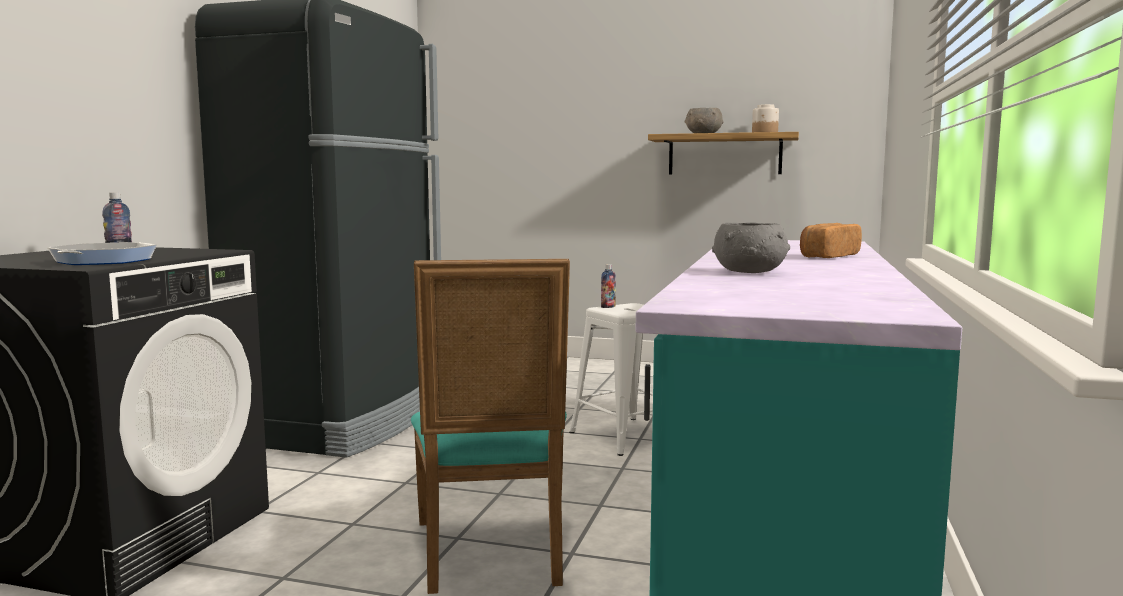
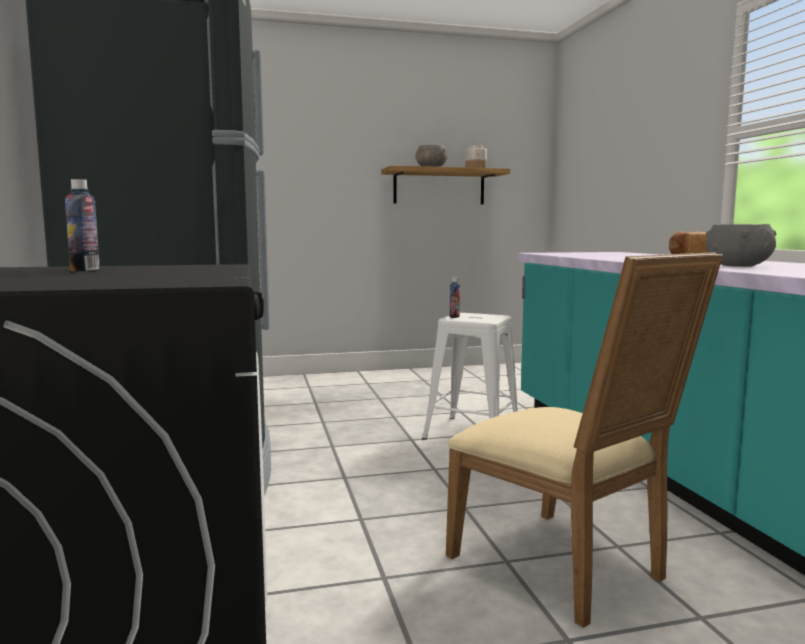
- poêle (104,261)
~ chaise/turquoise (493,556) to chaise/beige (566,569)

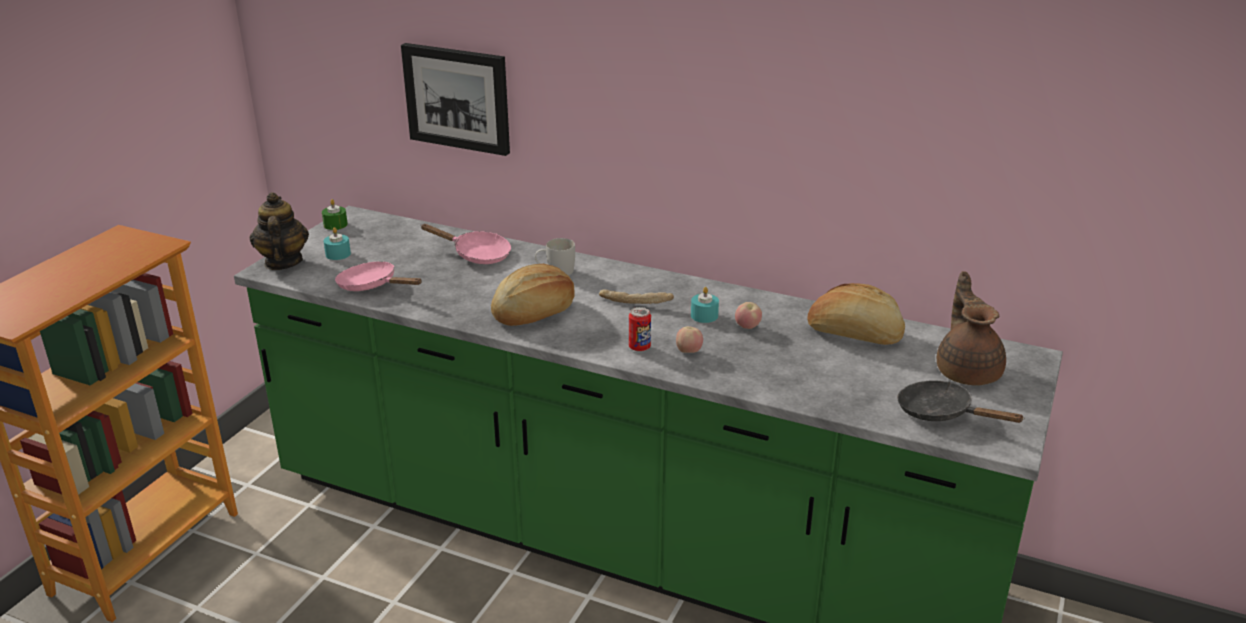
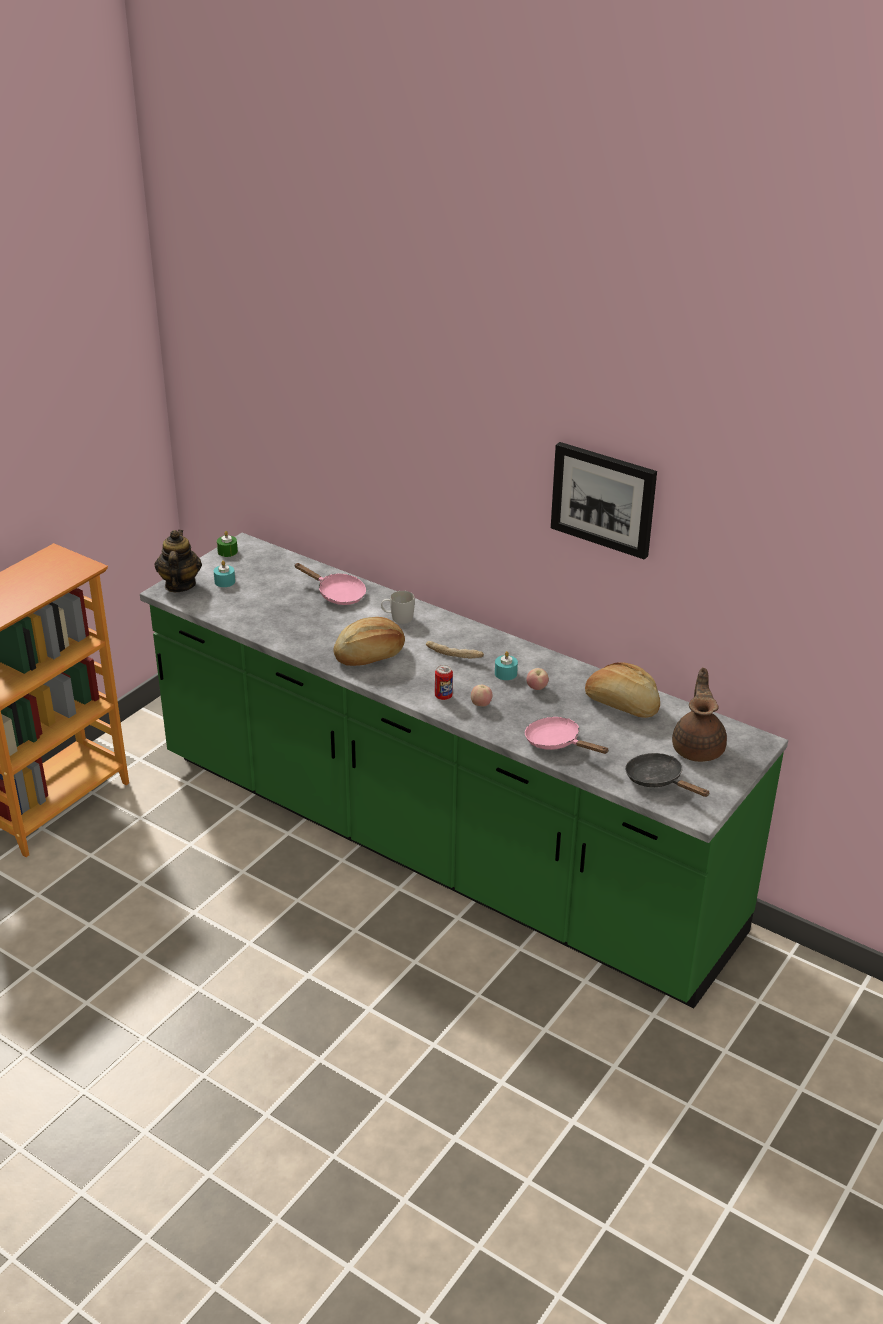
~ poêle/rose (372,286) to (557,743)
~ tableau (457,98) to (604,499)

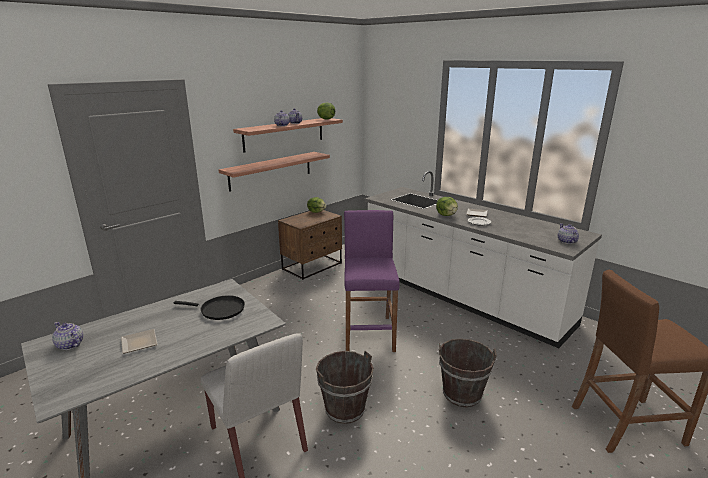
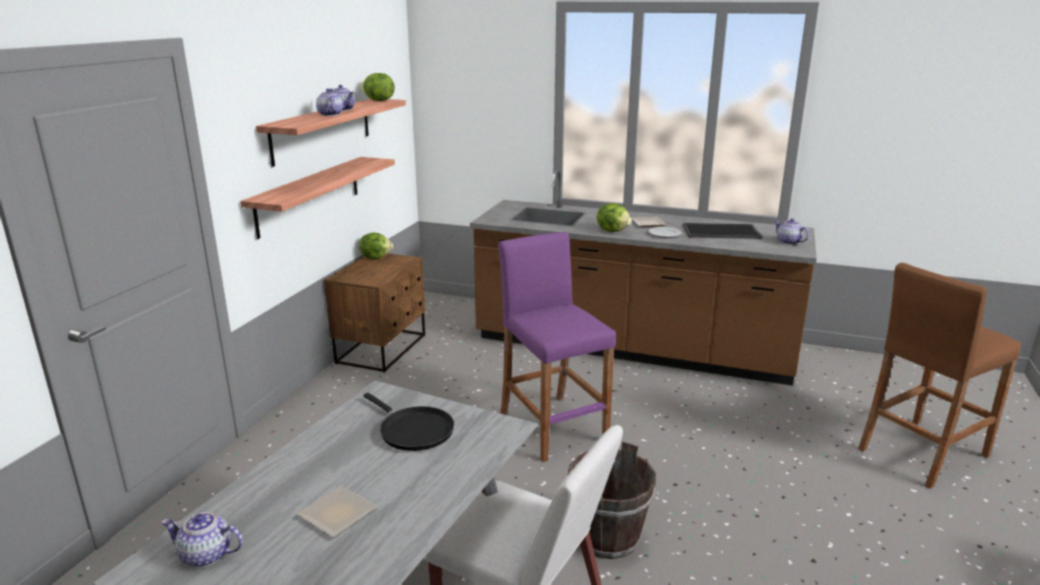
- seau/marron (462,394)
+ plateau (720,232)
~ comptoir de cuisine/blanc (461,297) to comptoir de cuisine/marron (632,348)
~ poêle/noir (219,310) = (413,430) 60 degrees clockwise

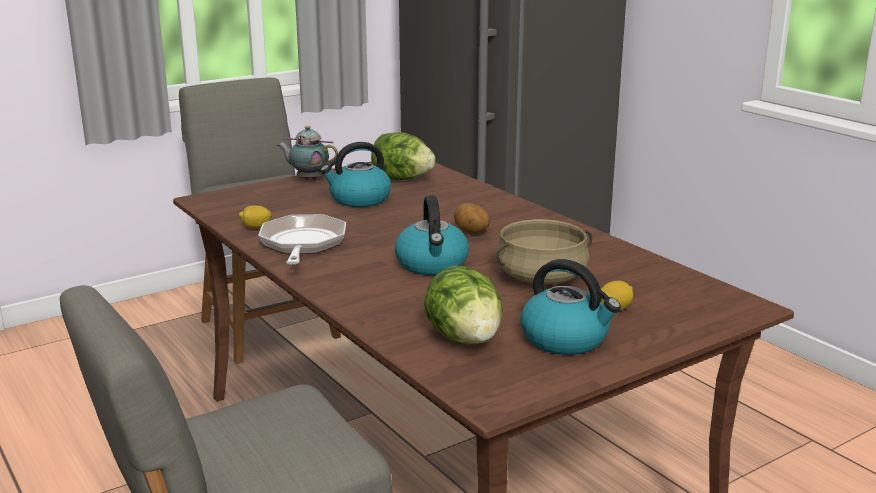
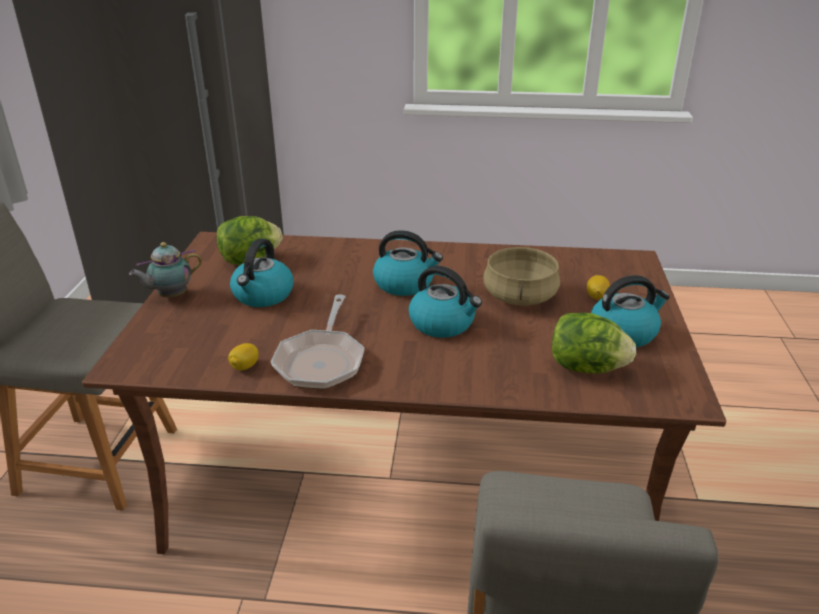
~ pomme de terre (470,232) to bouilloire (405,284)
~ poêle (302,245) = (321,360) 120 degrees counterclockwise

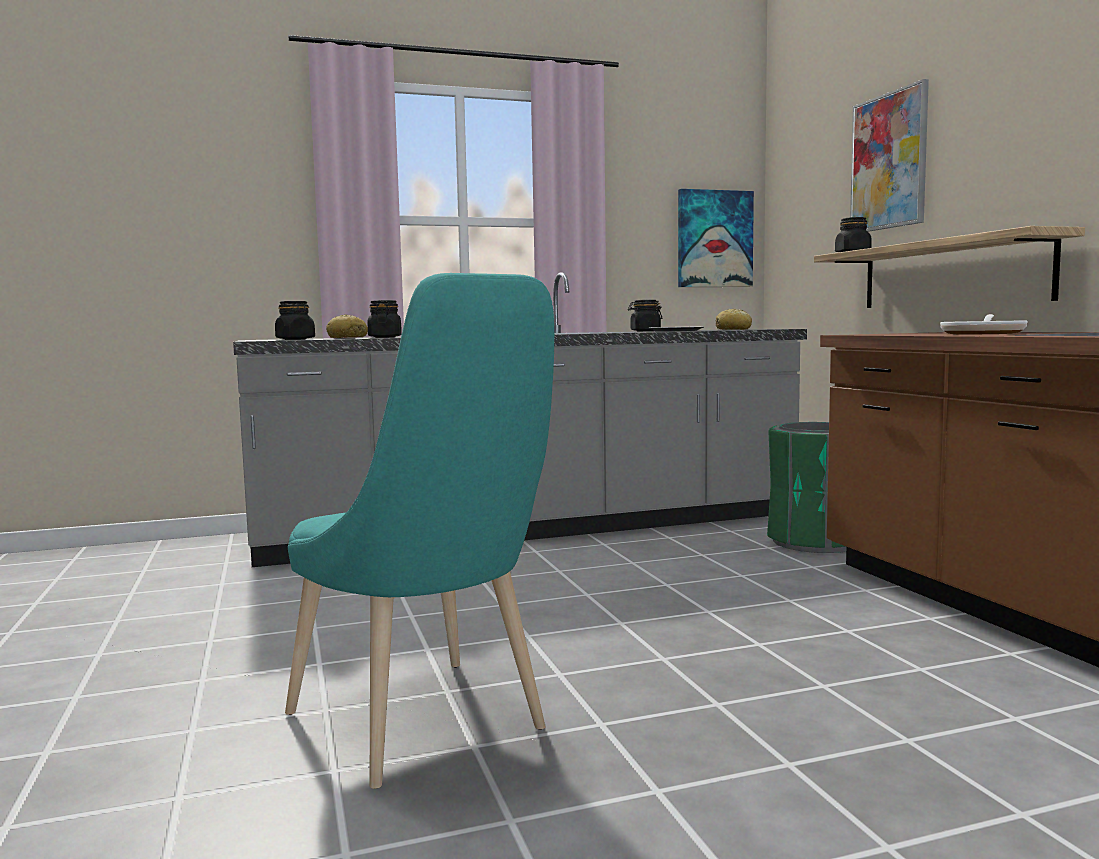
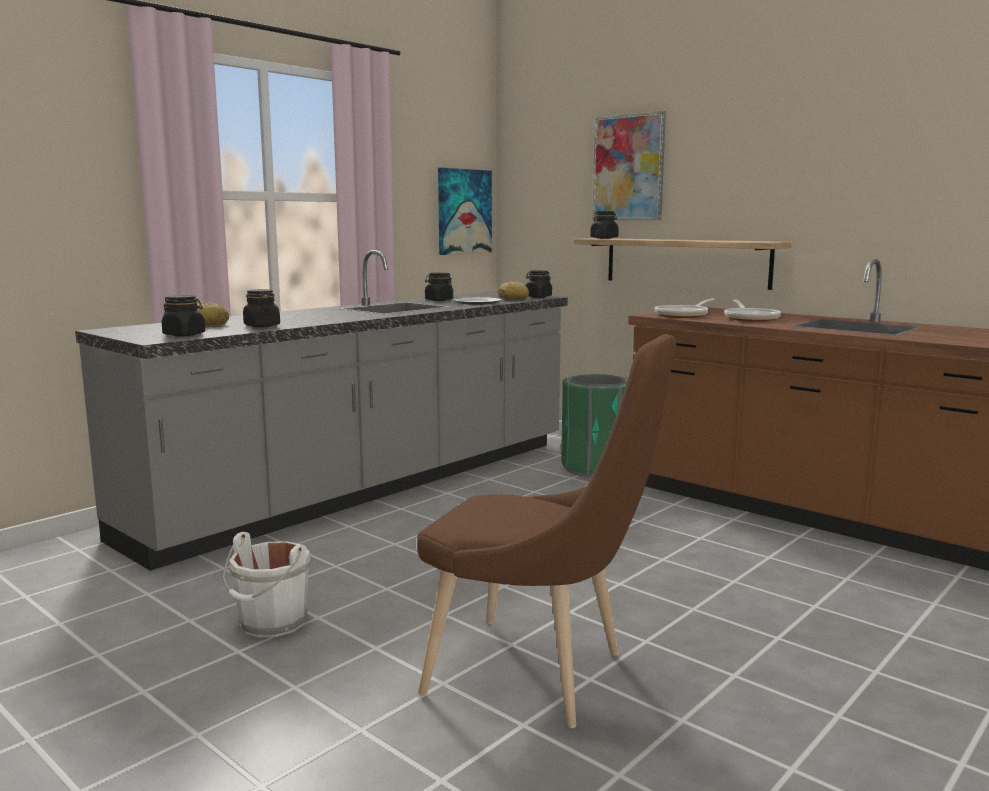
+ seau/blanc (271,624)
+ bocal/noir (538,297)
+ poêle (684,315)
~ chaise/turquoise (425,727) to chaise/marron (538,675)

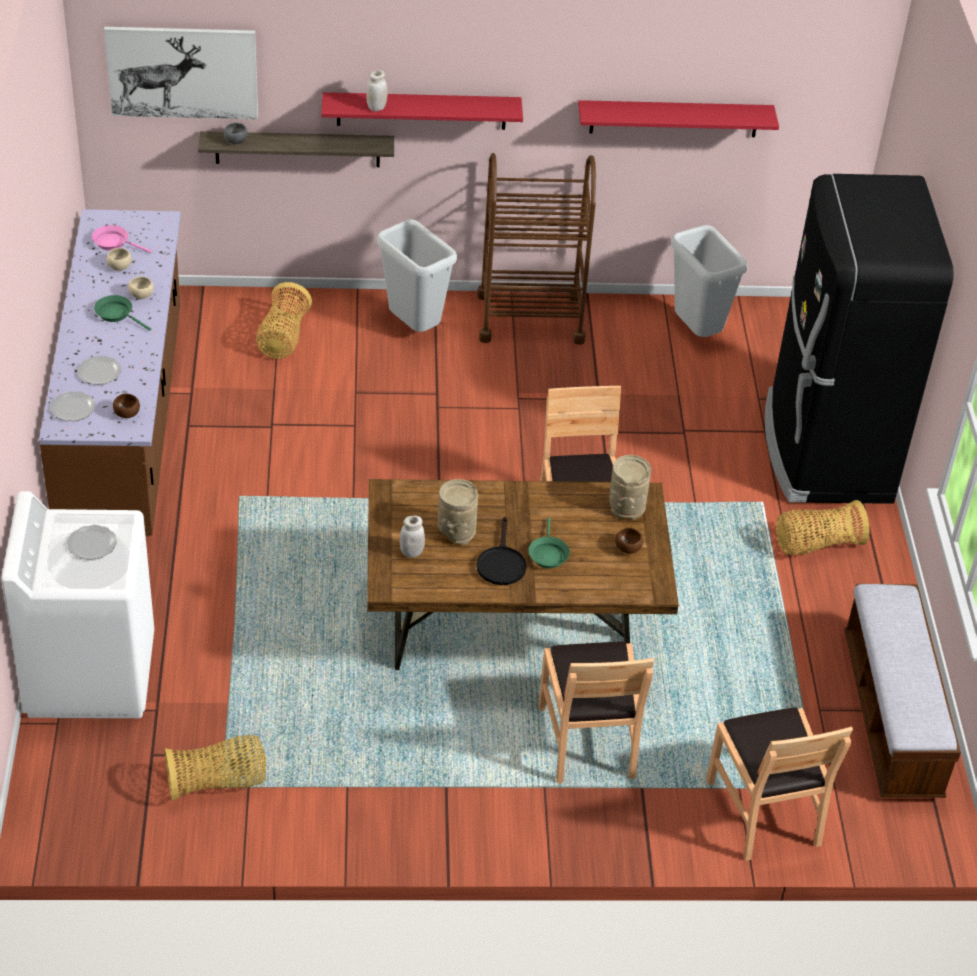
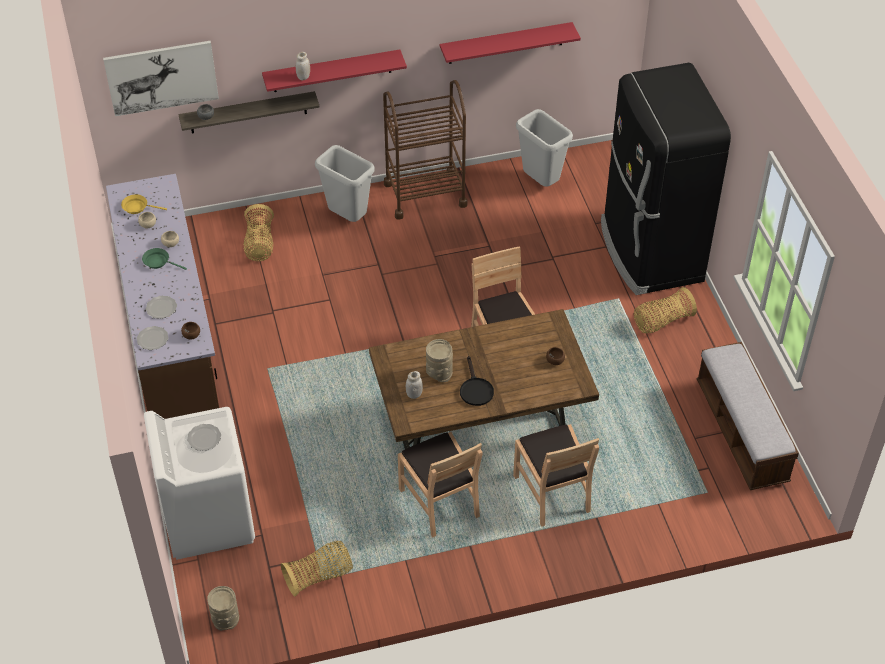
- poêle/vert (548,554)
~ vase/beige (626,506) to (225,618)
~ chaise/marron (764,811) to (440,502)
~ poêle/rose (114,243) to poêle/jaune (137,207)

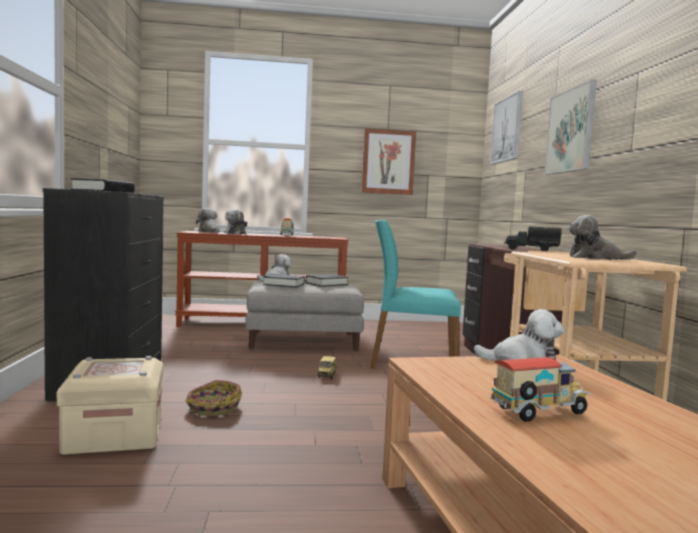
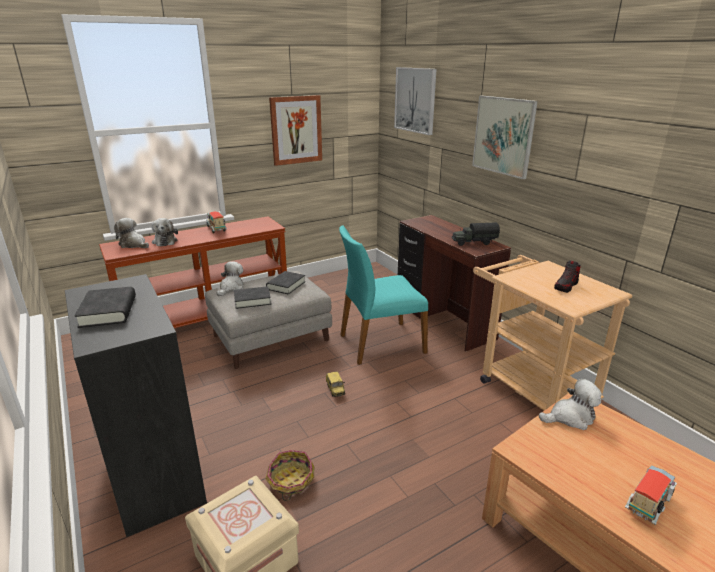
~ peluche (595,258) to chaussure (566,286)

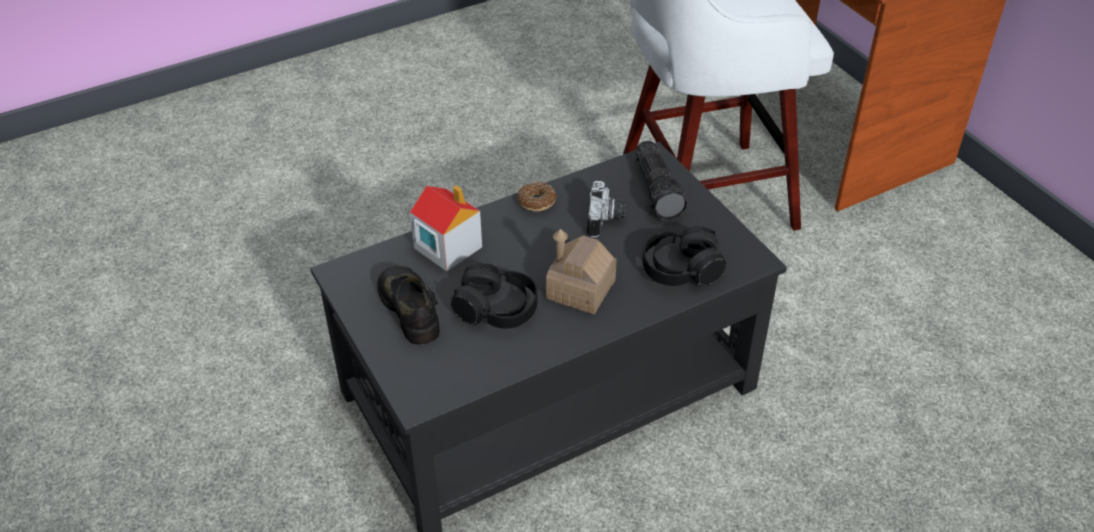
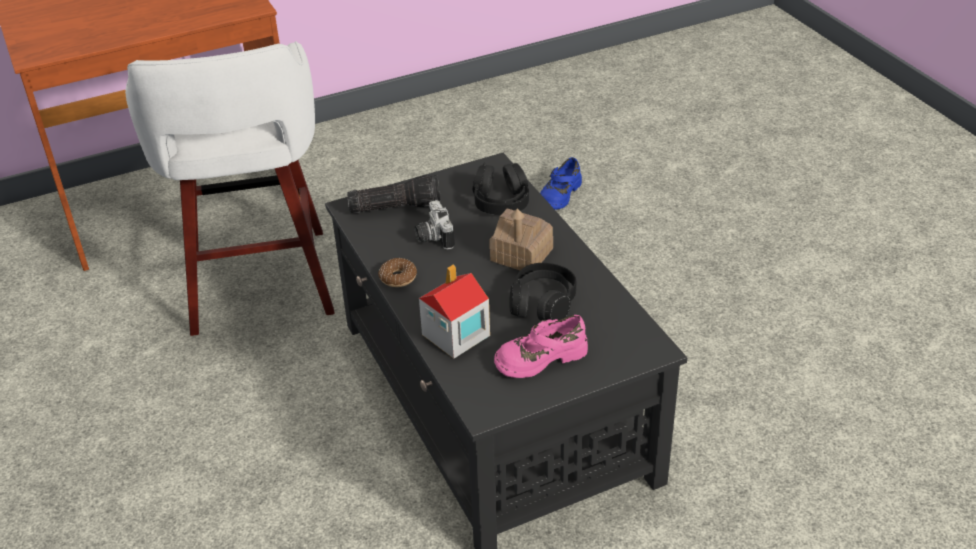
+ chaussure/bleu (559,194)
~ chaussure/noir (411,309) to chaussure/rose (540,357)
~ appareil photo (606,220) = (432,237) 120 degrees counterclockwise

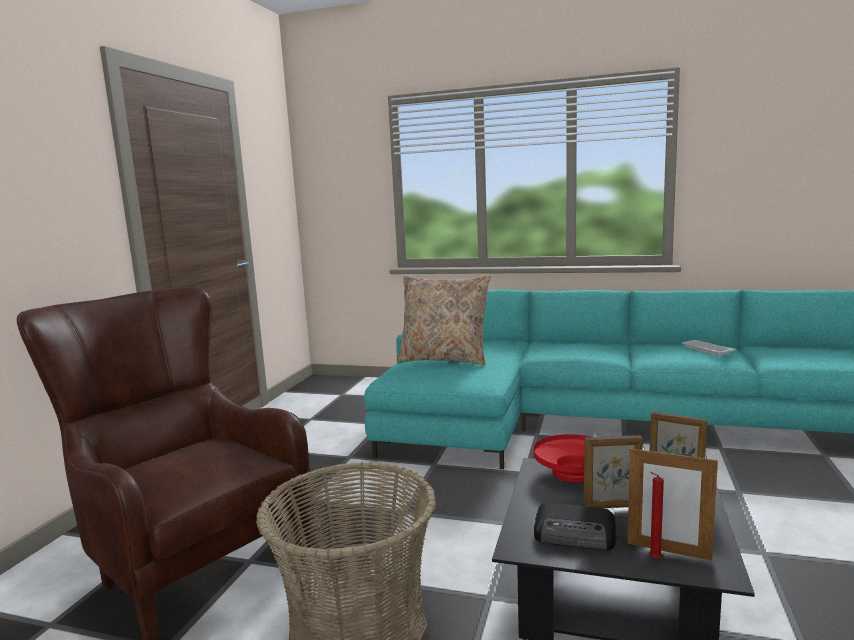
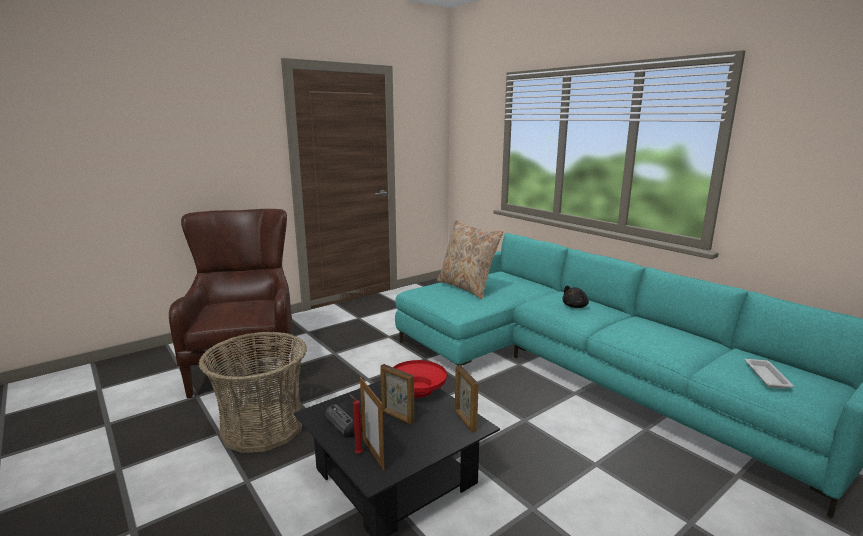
+ peluche/noir (575,306)
~ plateau/blanc (706,350) to (766,376)

